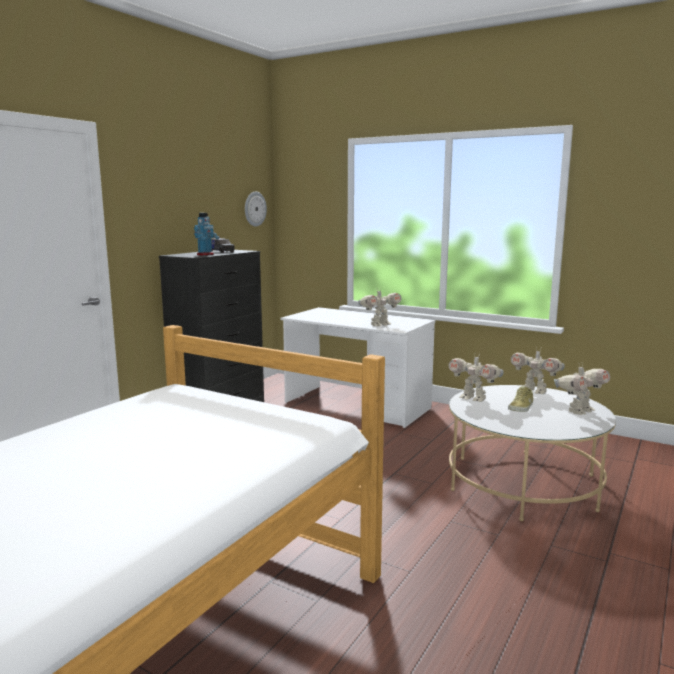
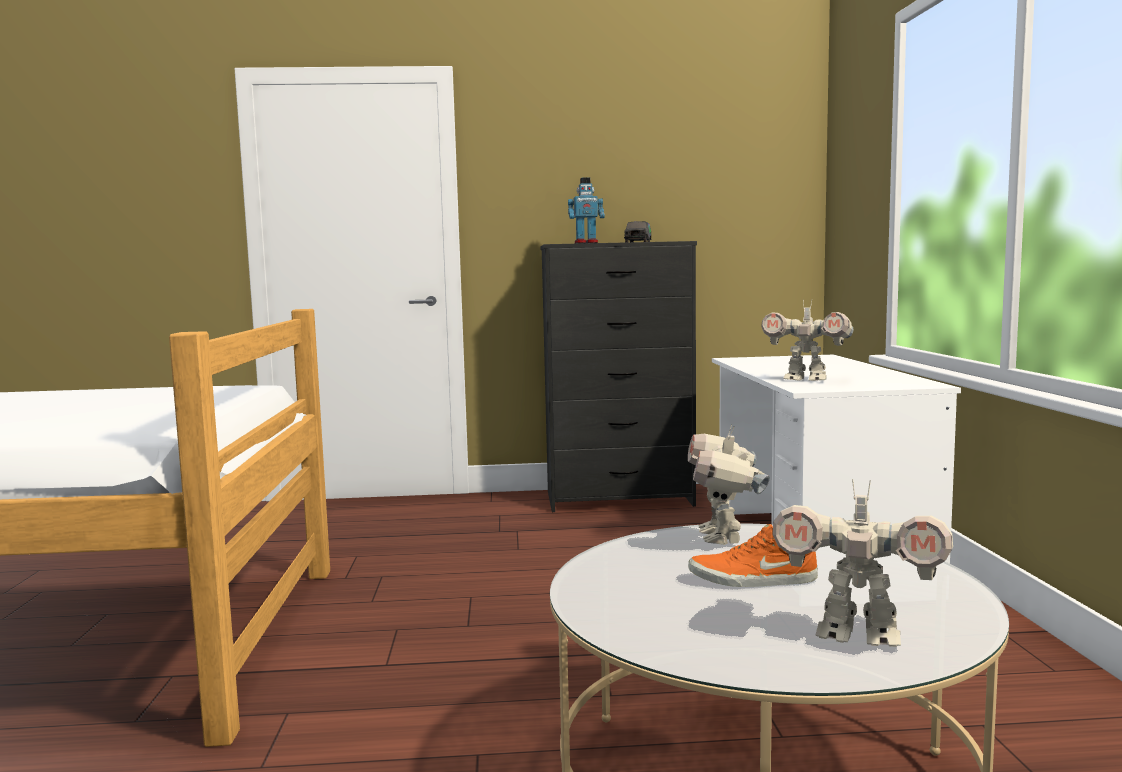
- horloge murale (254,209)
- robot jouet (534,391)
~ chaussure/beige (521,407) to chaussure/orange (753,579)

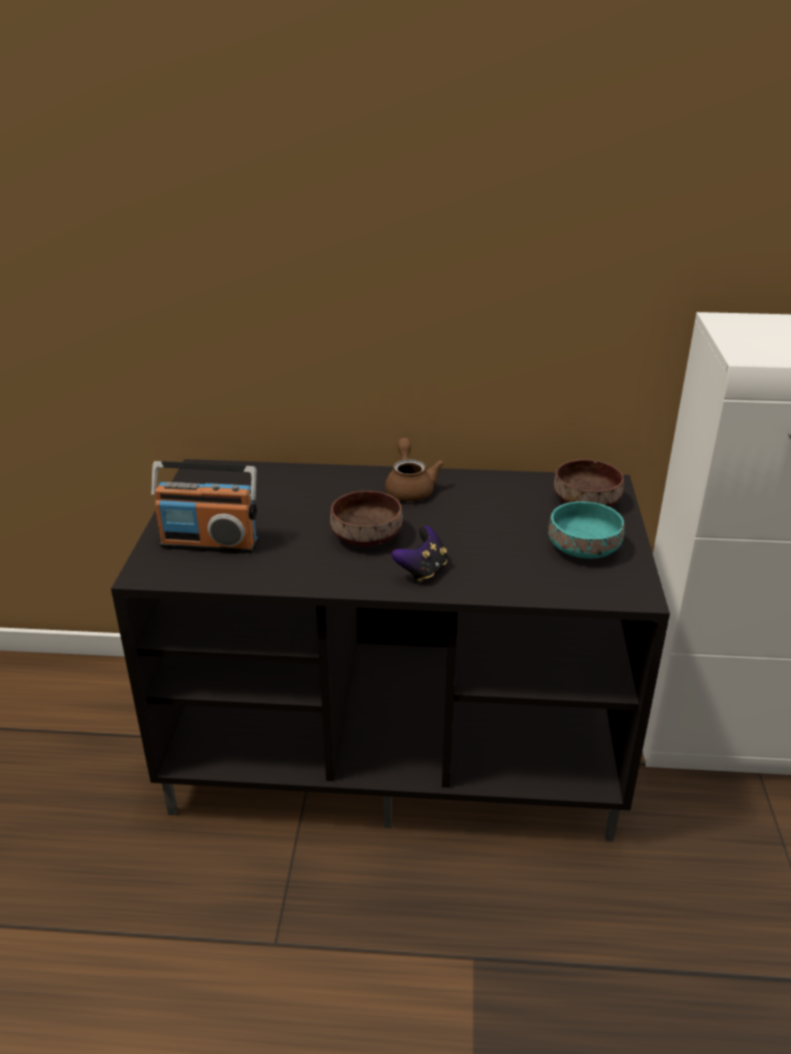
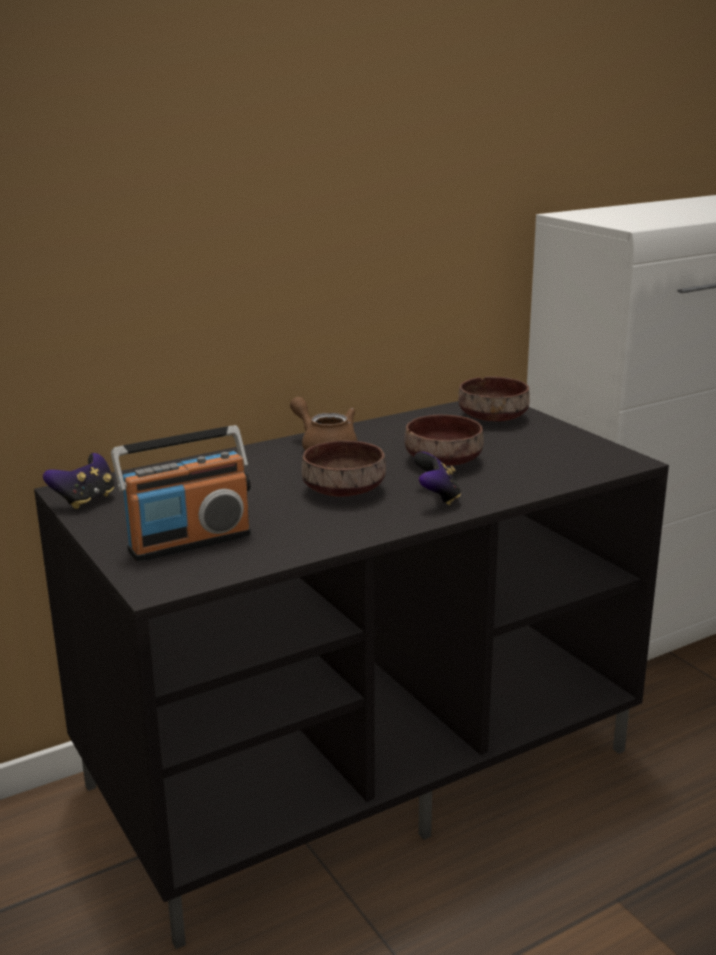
- bol/turquoise (582,547)
+ manette (85,500)
+ bol/marron (445,461)

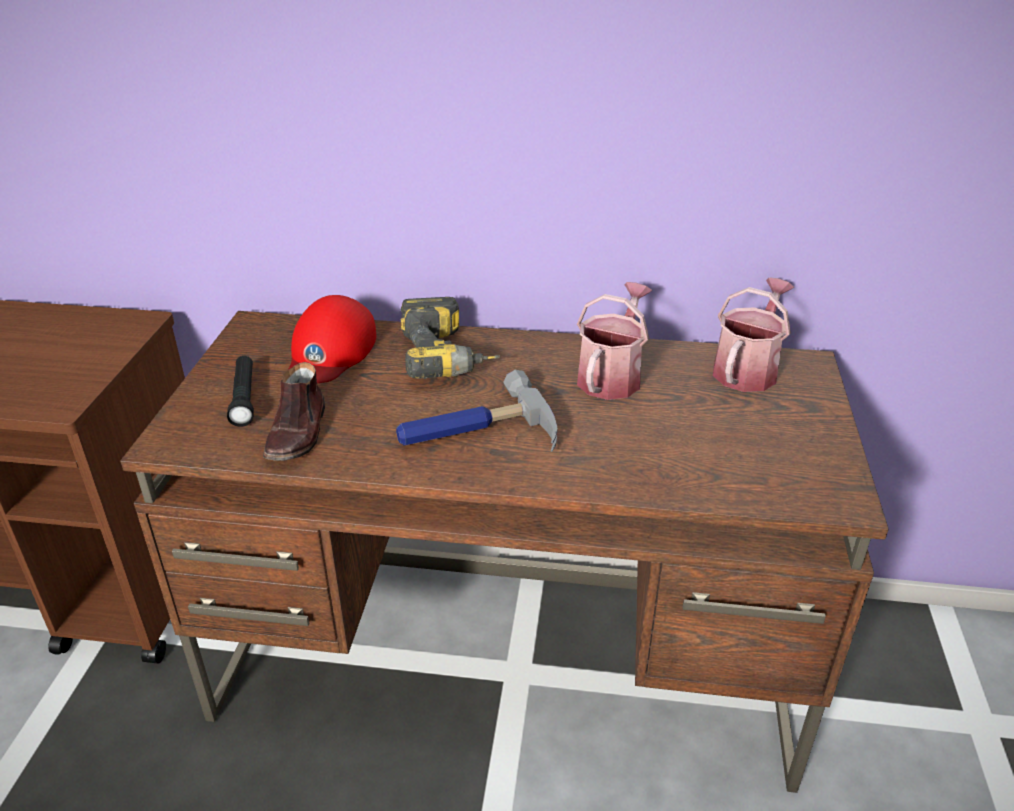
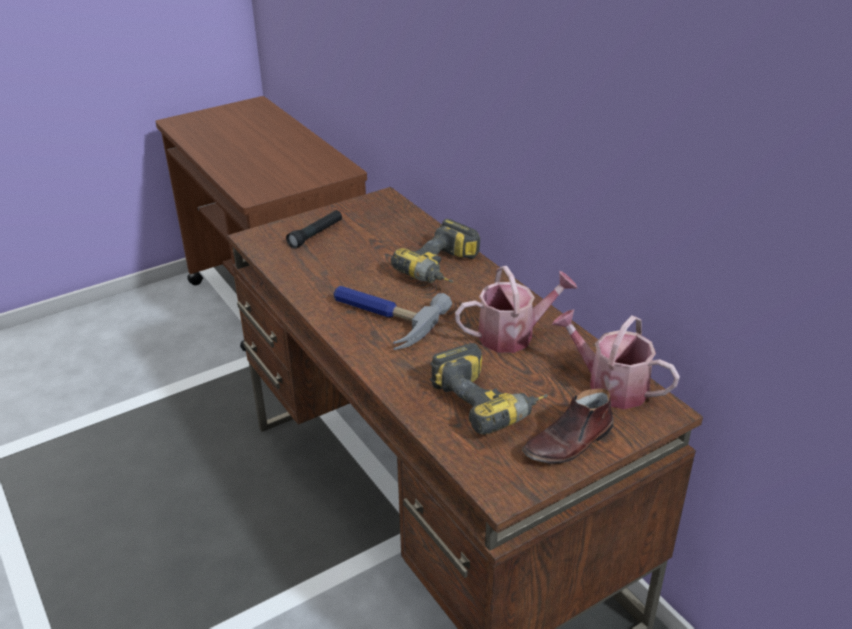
- casquette/rouge (330,351)
+ perceuse (489,402)
~ chaussure/marron (298,433) to (569,443)
~ arrosoir (748,369) = (609,386) 135 degrees counterclockwise

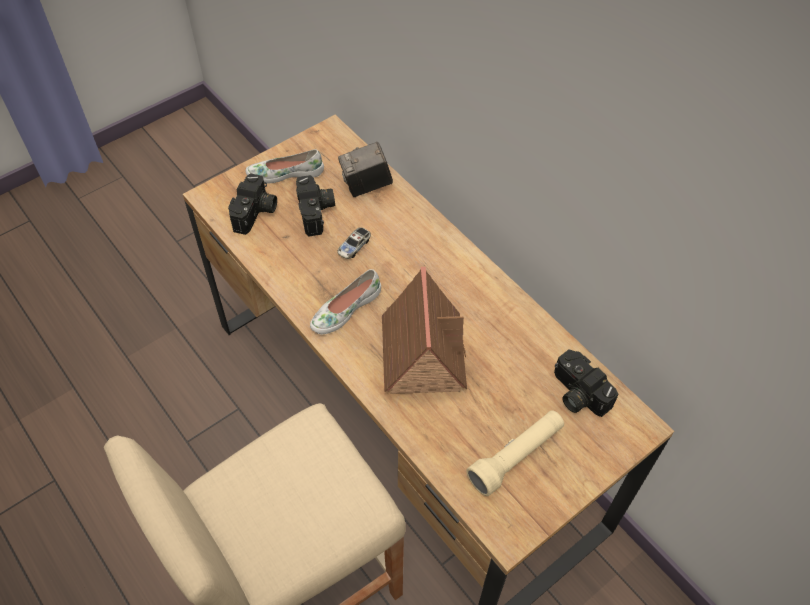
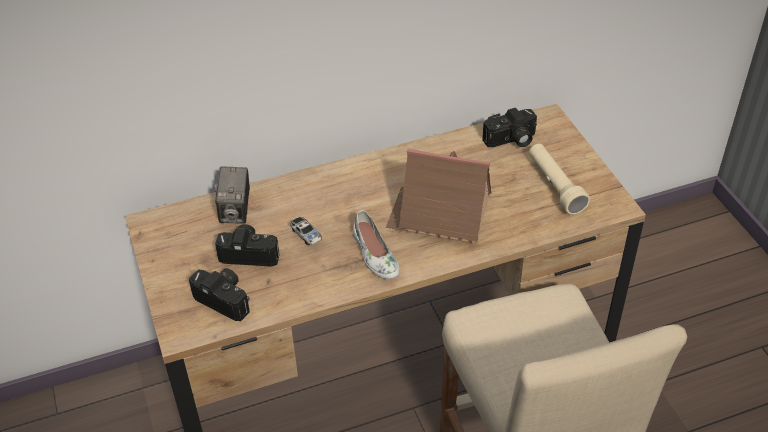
- chaussure/blanc (285,173)

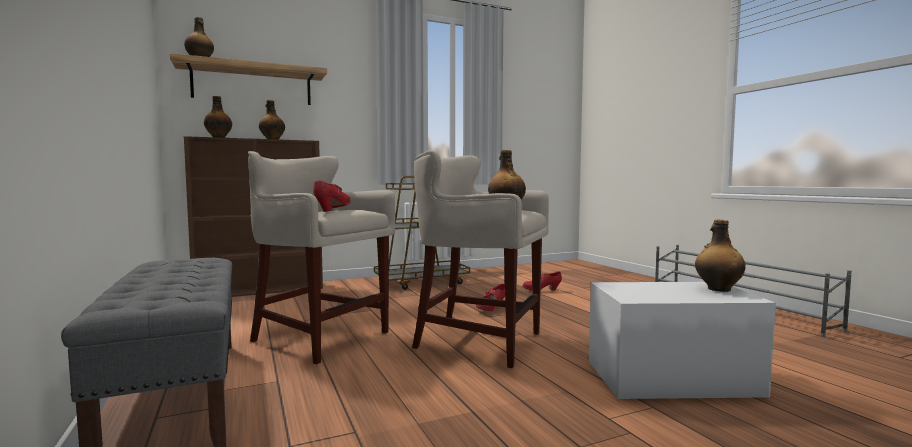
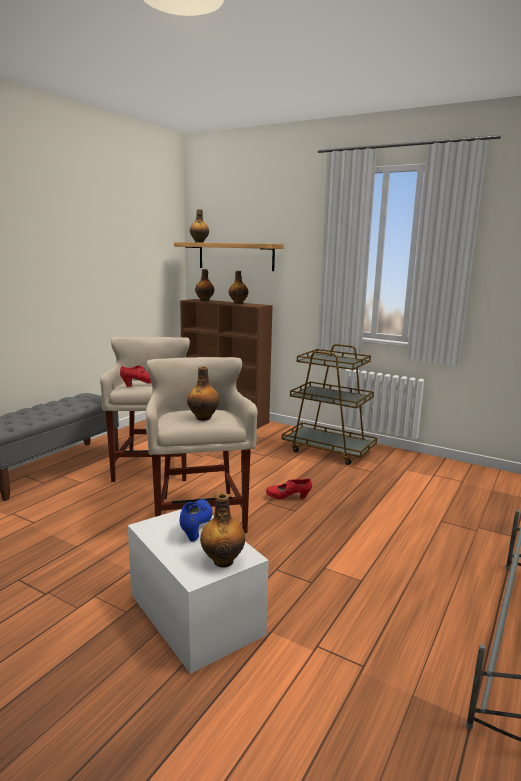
- chaussure/rouge (541,291)
+ chaussure/bleu (196,528)

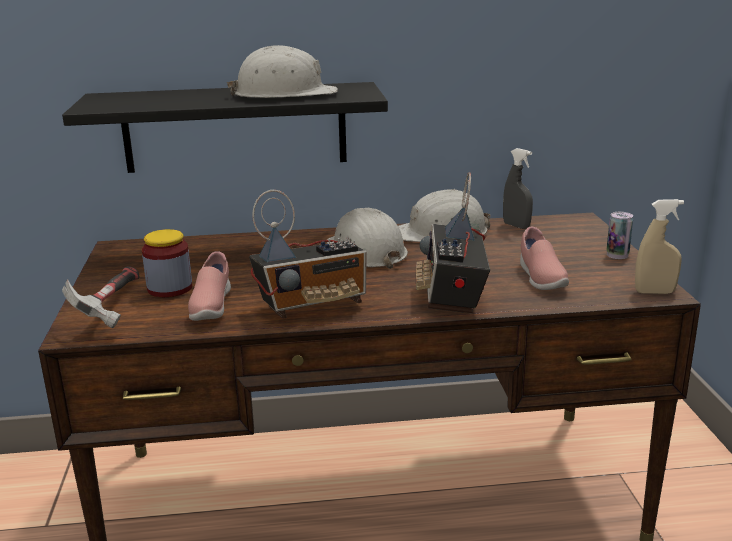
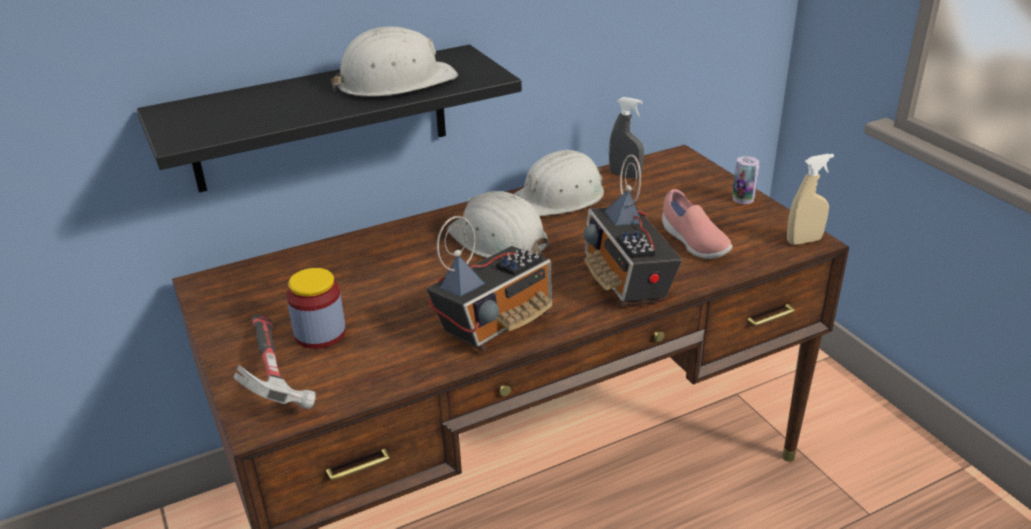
- chaussure/rose (211,307)

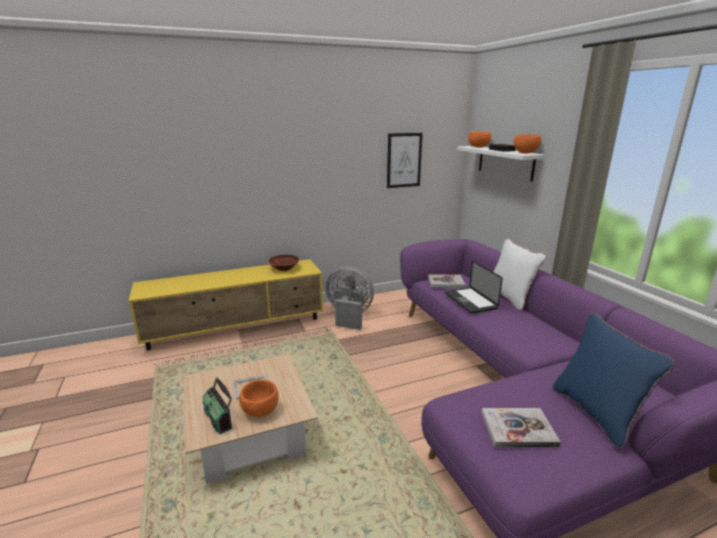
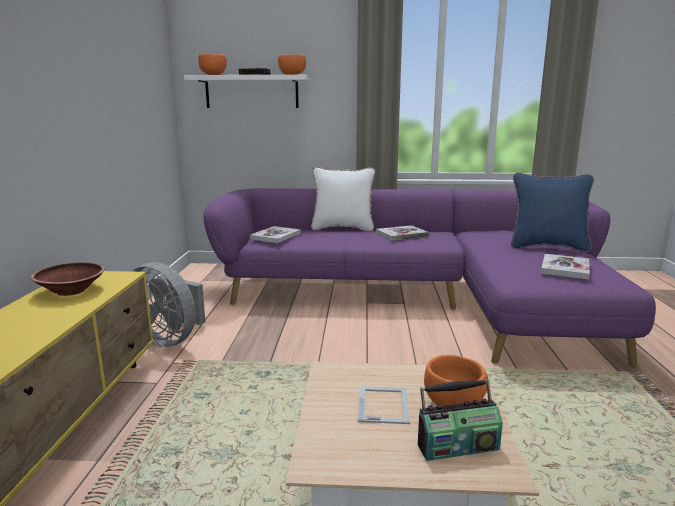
- tableau (404,160)
- ordinateur portable (470,301)
+ livre (401,234)
~ ventilateur/gris (349,316) = (169,339) 105 degrees counterclockwise

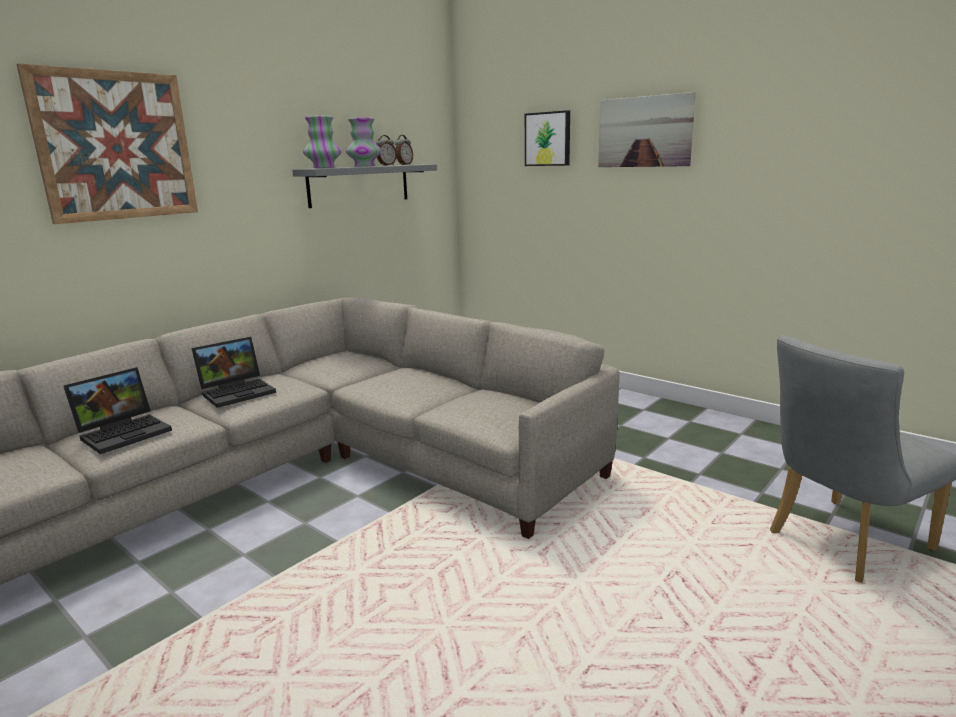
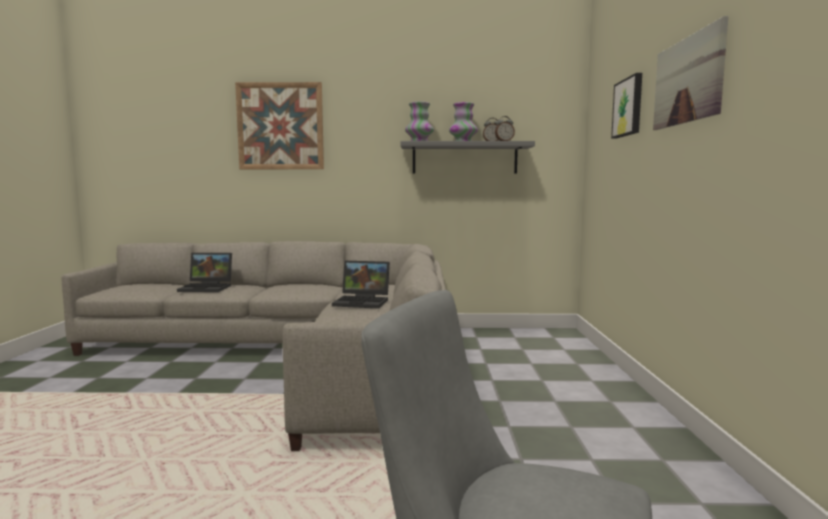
~ ordinateur portable (238,391) to (363,302)

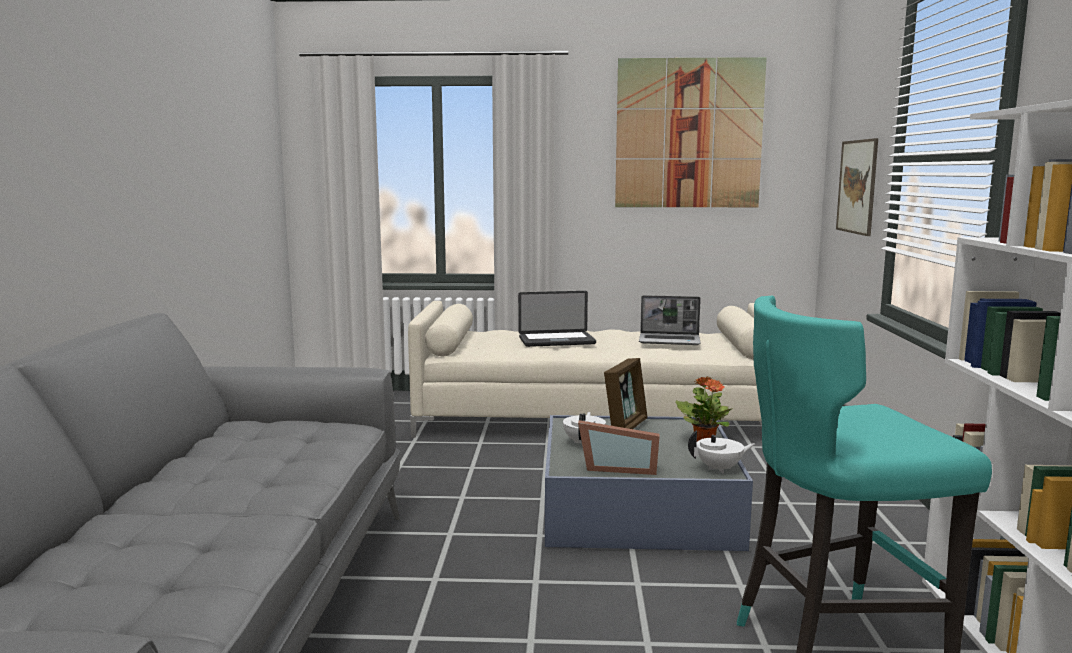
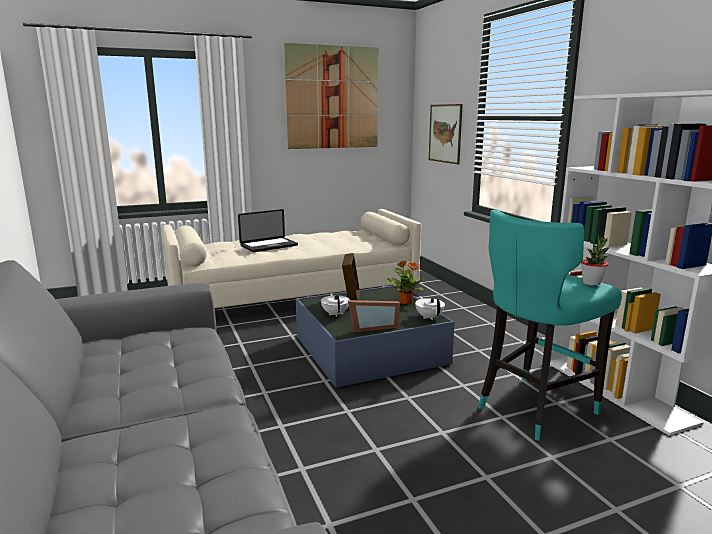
- ordinateur portable (670,340)
+ plante en pot (591,283)
~ théière/blanc (719,469) = (429,317) 75 degrees counterclockwise

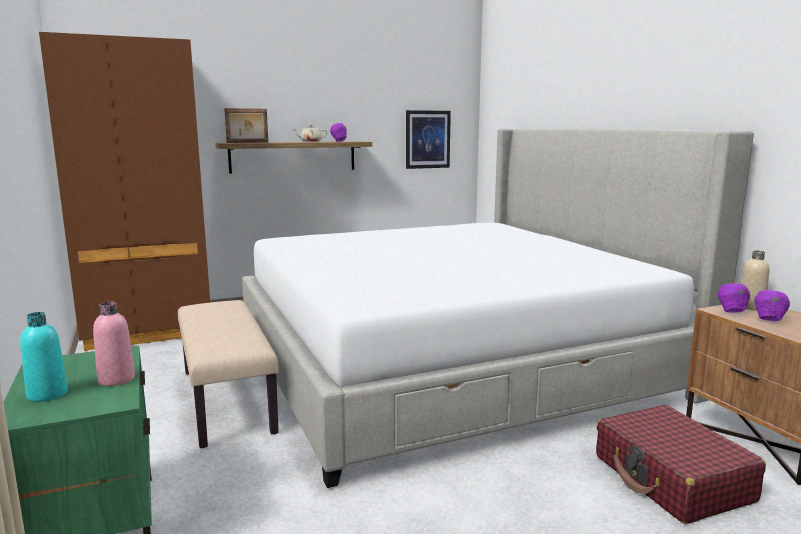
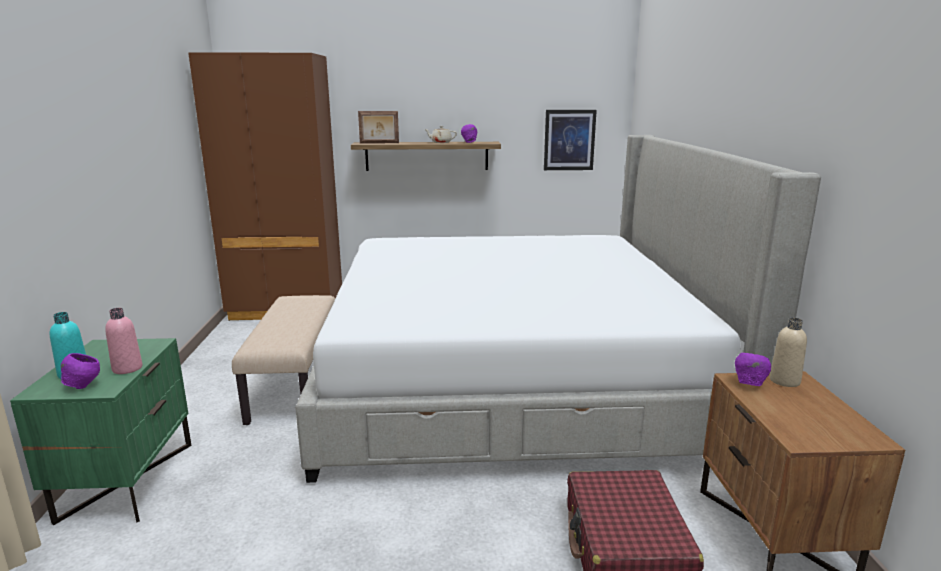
~ bol/violet (769,320) to (83,386)

